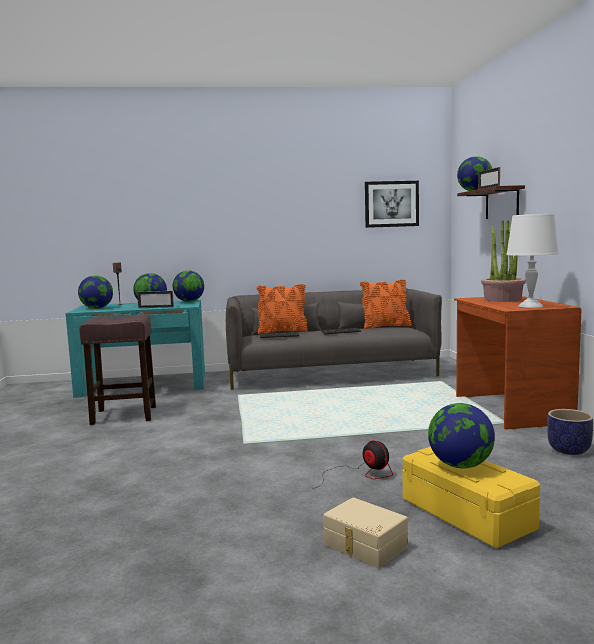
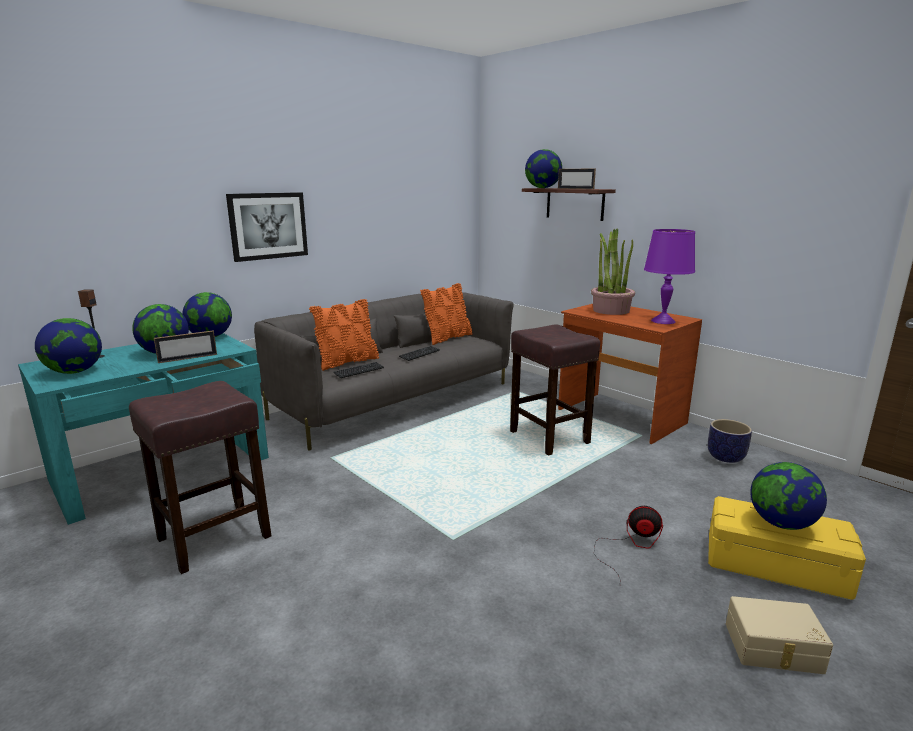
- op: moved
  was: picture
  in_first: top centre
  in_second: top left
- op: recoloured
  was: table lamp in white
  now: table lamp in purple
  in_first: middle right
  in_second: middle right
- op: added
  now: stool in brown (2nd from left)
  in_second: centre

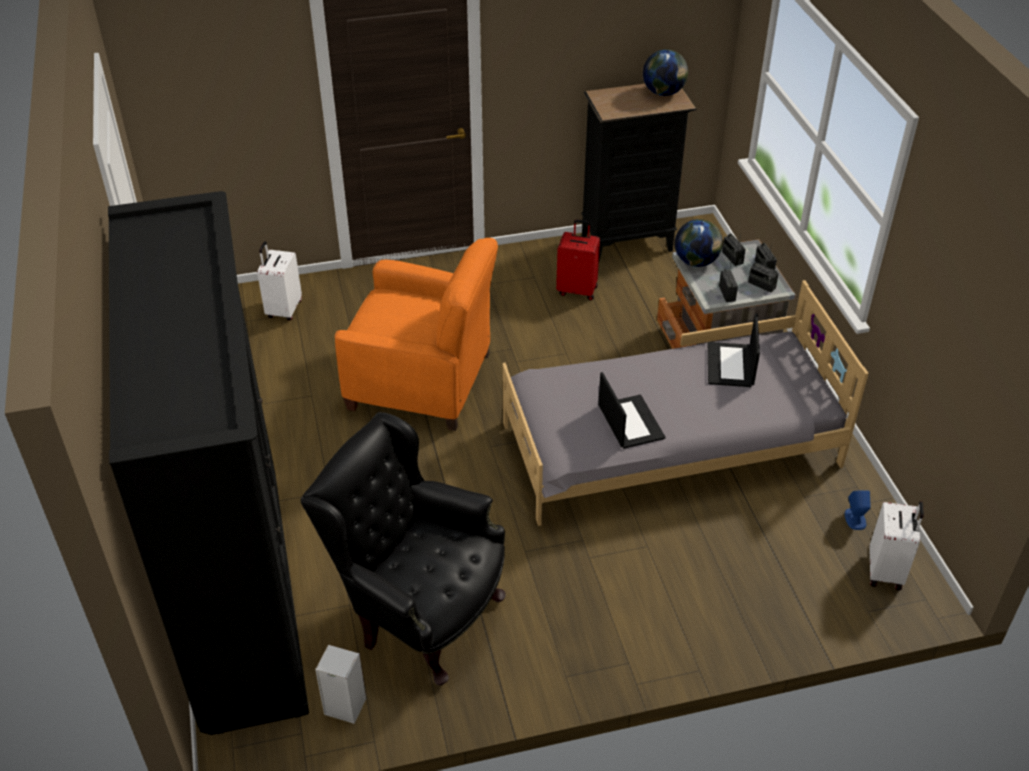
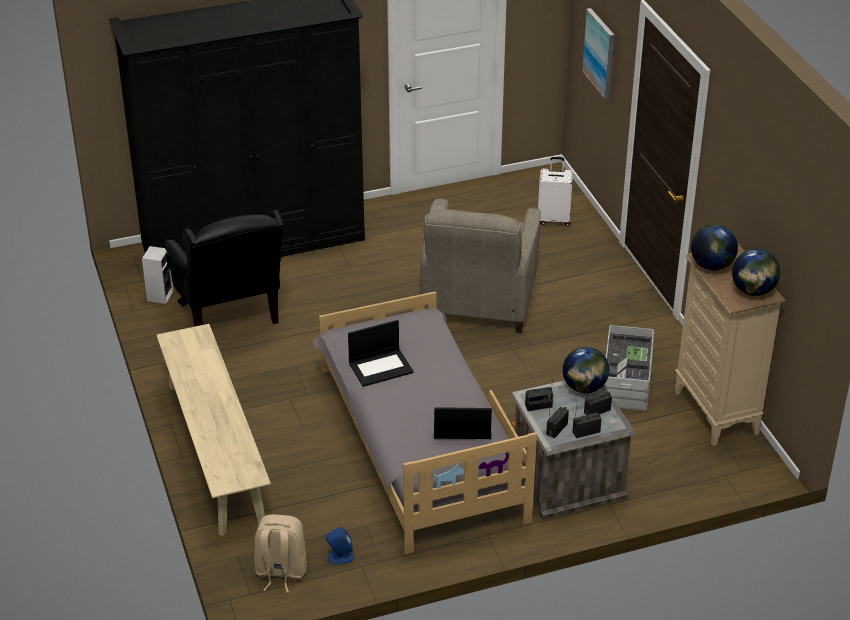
- op: turned
  was: armchair in black
  in_first: bottom centre
  in_second: middle left
  clockwise: 135
- op: recoloured
  was: armchair in orange
  now: armchair in beige
  in_first: centre
  in_second: centre
- op: replaced
  was: suitcase in red
  now: storage box in grey
  in_first: centre
  in_second: middle right
- op: recoloured
  was: dresser in black
  now: dresser in beige
  in_first: top centre
  in_second: middle right
- op: replaced
  was: suitcase in white (2nd from left)
  now: backpack in beige
  in_first: bottom right
  in_second: bottom left
- op: added
  now: bench in beige
  in_second: bottom left
- op: added
  now: picture
  in_second: top right
- op: added
  now: globe (2nd from left)
  in_second: middle right

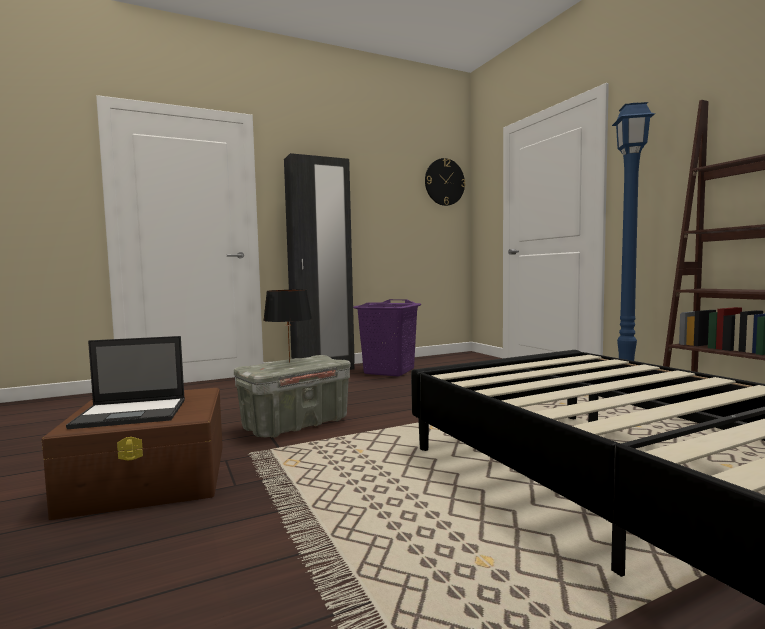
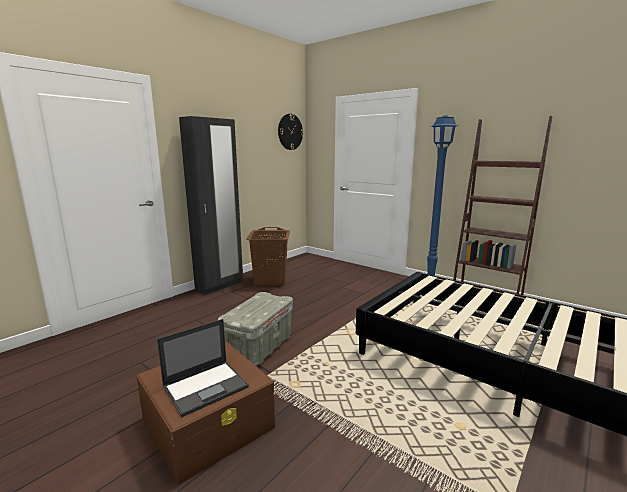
- op: removed
  was: table lamp in black
  in_first: centre
- op: recoloured
  was: laundry basket in purple
  now: laundry basket in brown
  in_first: centre
  in_second: centre

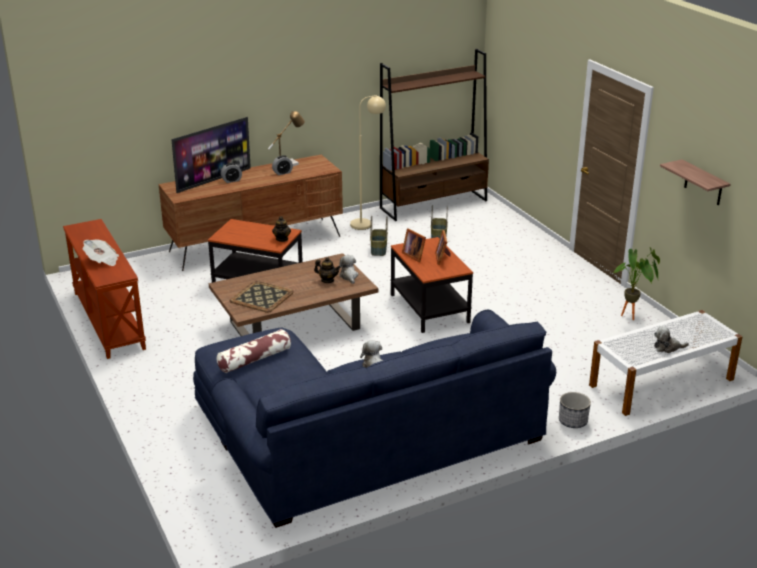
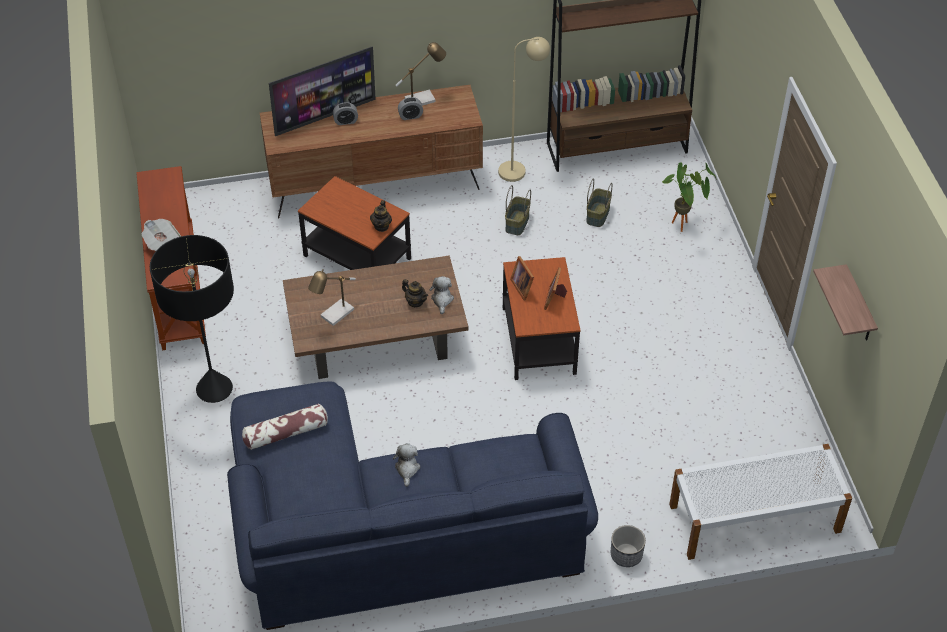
- op: replaced
  was: tray
  now: table lamp (1st from left)
  in_first: centre
  in_second: centre
- op: moved
  was: potted plant
  in_first: middle right
  in_second: top right
- op: removed
  was: plush toy (3rd from left)
  in_first: middle right
- op: added
  now: floor lamp in black
  in_second: middle left

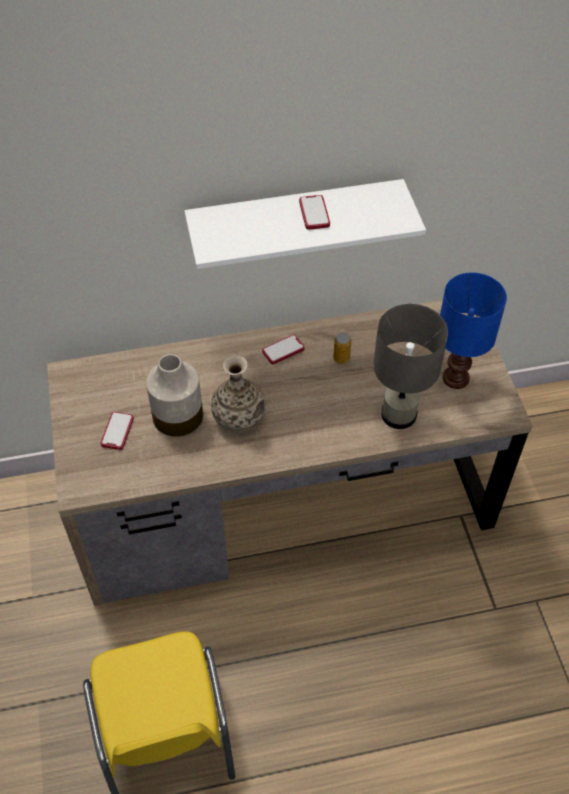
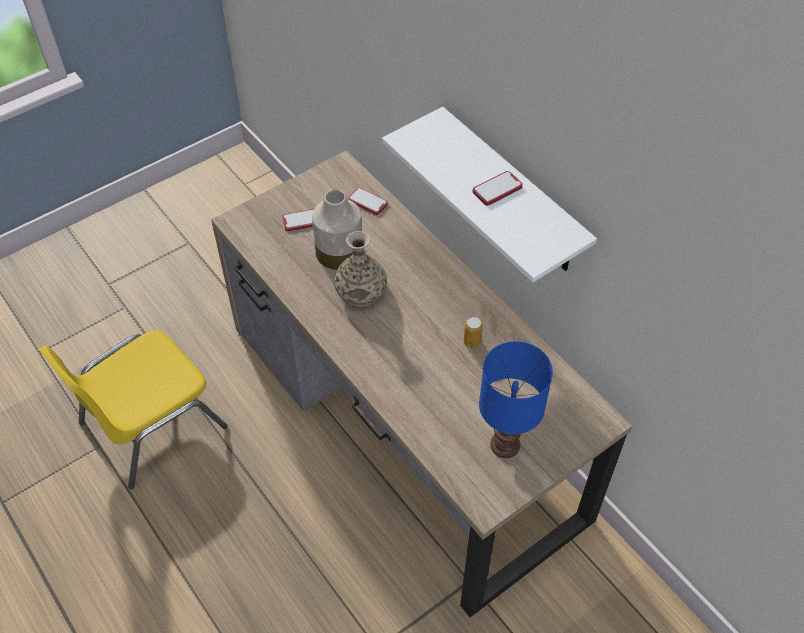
- op: moved
  was: phone (2nd from left)
  in_first: centre
  in_second: top centre
- op: removed
  was: table lamp in grey
  in_first: middle right

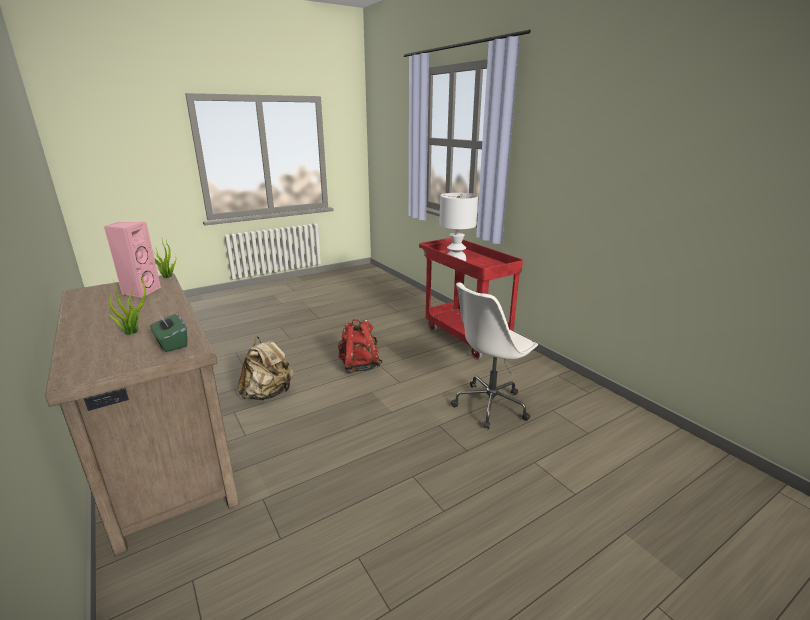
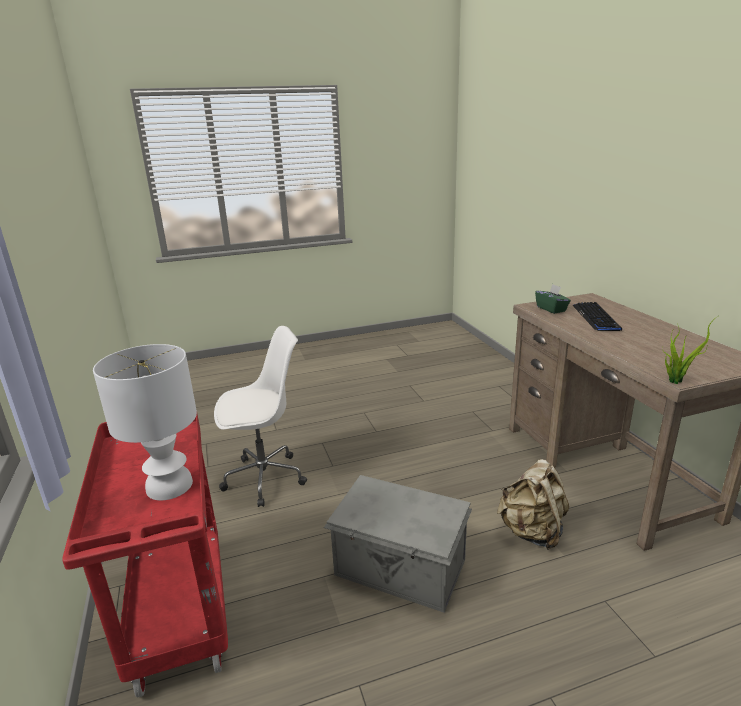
- op: removed
  was: speaker in pink
  in_first: middle left
- op: replaced
  was: potted plant (1st from left)
  now: keyboard
  in_first: middle left
  in_second: middle right
- op: replaced
  was: backpack in red
  now: storage box in grey
  in_first: centre
  in_second: bottom centre

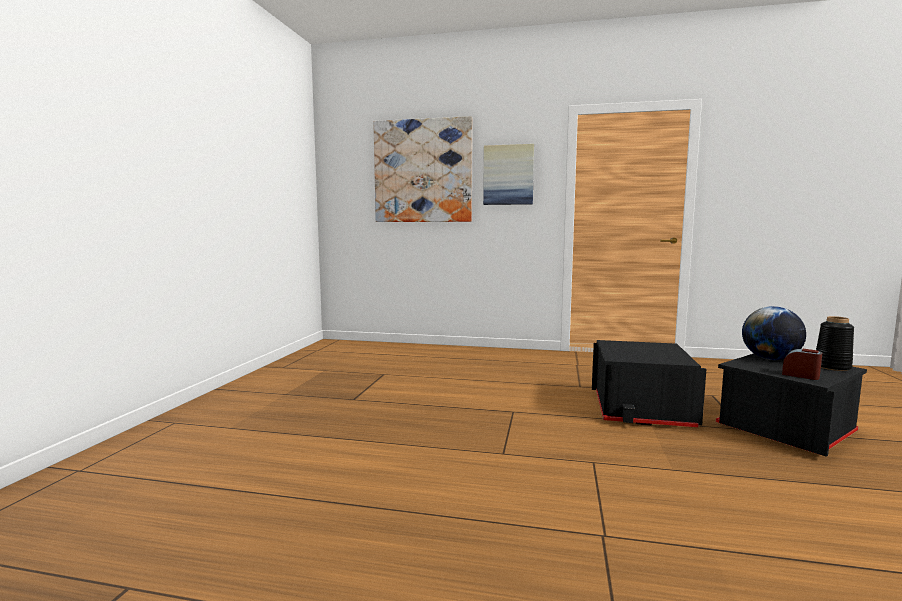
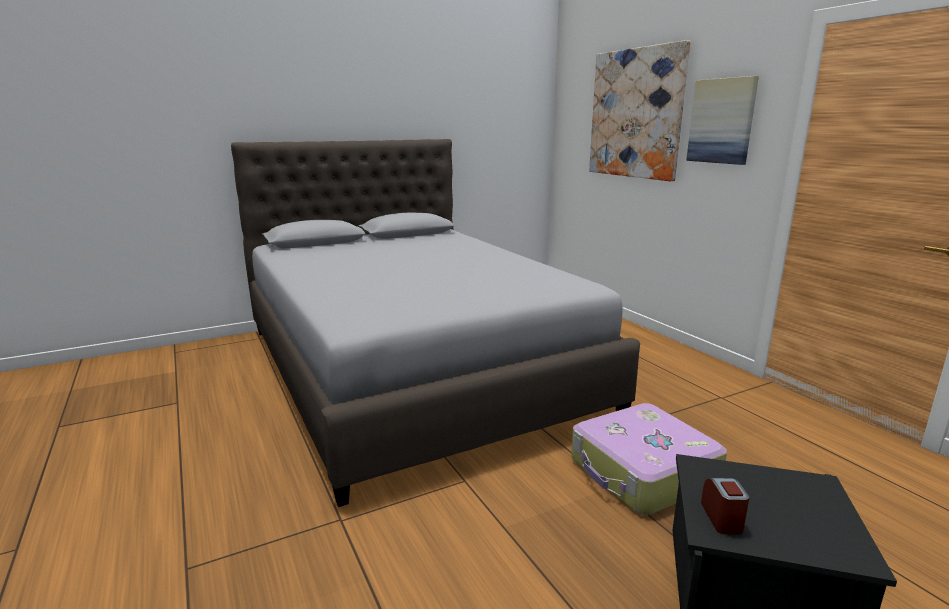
- op: replaced
  was: storage box in black (1st from left)
  now: suitcase
  in_first: middle right
  in_second: bottom right
- op: removed
  was: globe
  in_first: middle right
- op: removed
  was: vase in black
  in_first: middle right
- op: added
  now: bed in grey
  in_second: centre

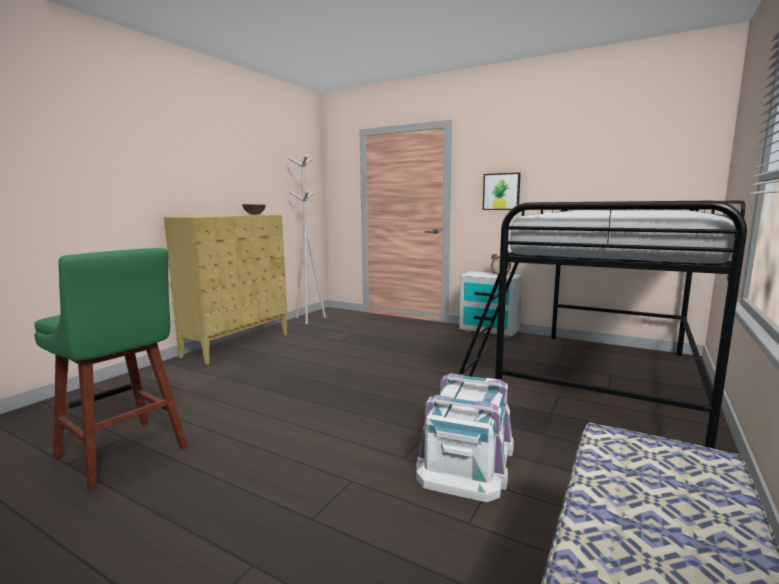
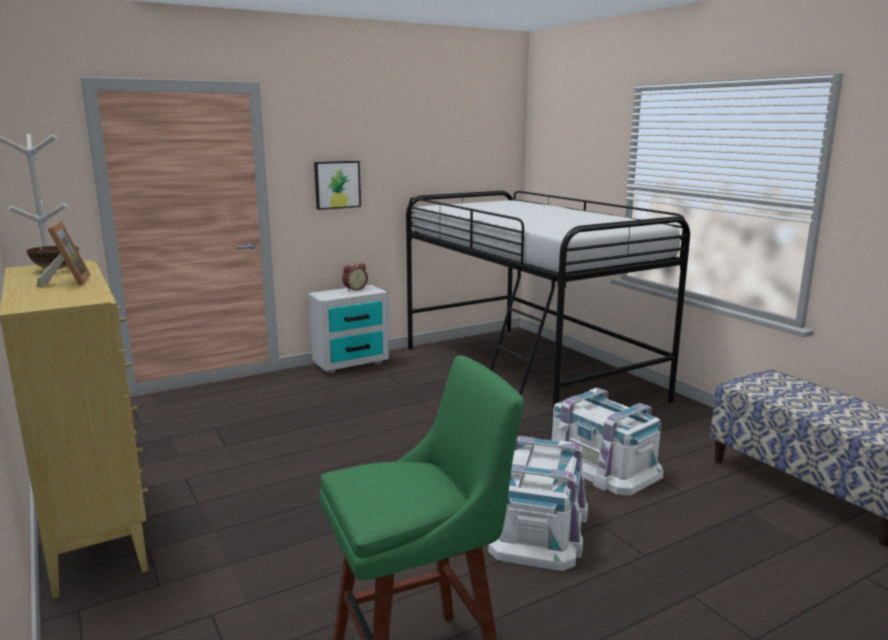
- op: added
  now: picture frame
  in_second: middle left
- op: added
  now: storage box in white (1st from left)
  in_second: bottom centre

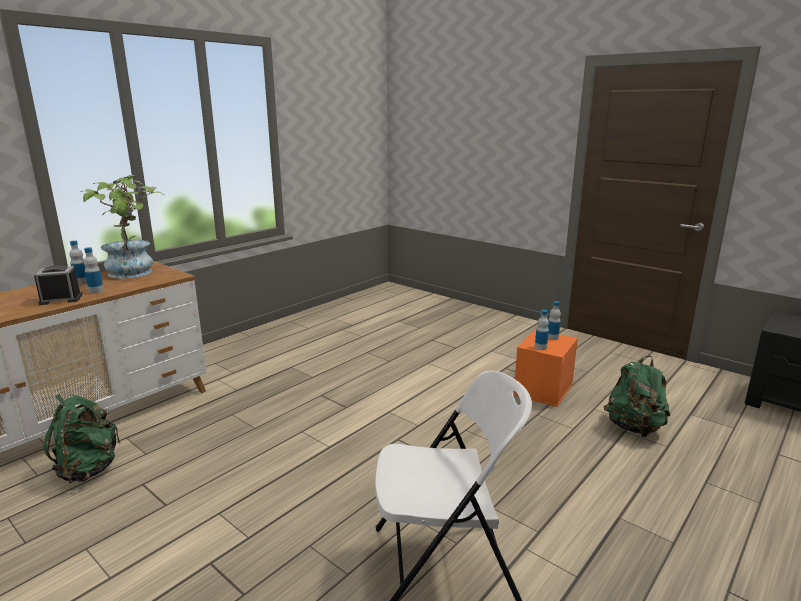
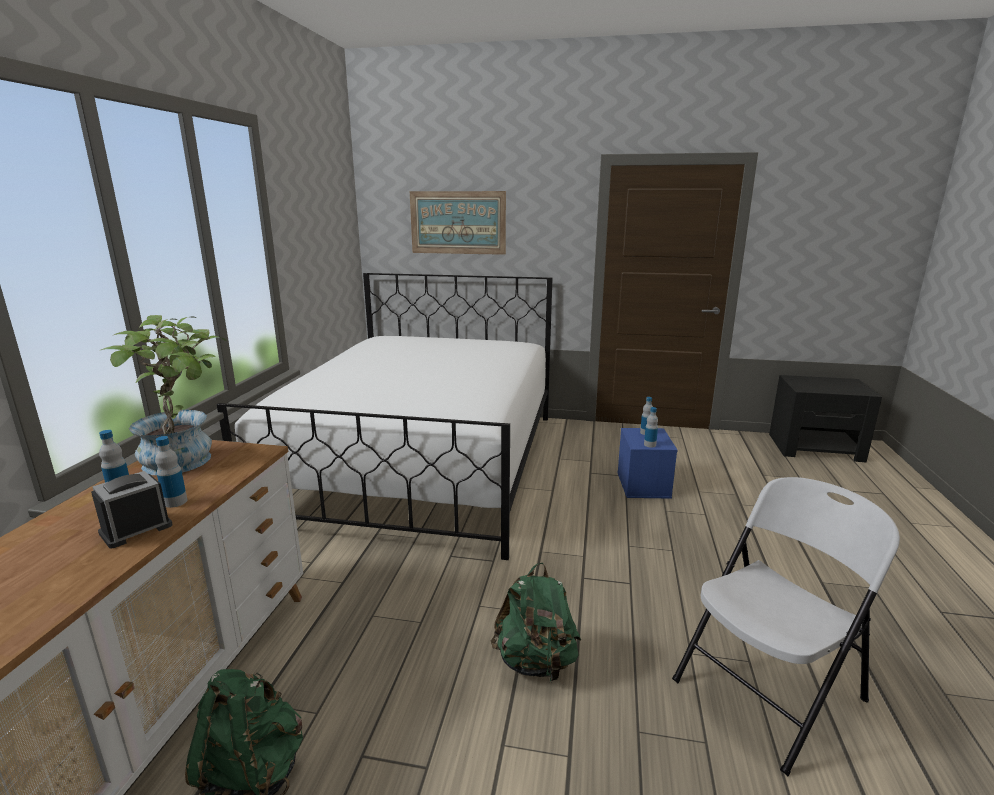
- op: recoloured
  was: storage box in orange
  now: storage box in blue
  in_first: middle right
  in_second: centre
- op: moved
  was: backpack in green (2nd from left)
  in_first: middle right
  in_second: bottom centre
- op: added
  now: bed in white
  in_second: centre
- op: added
  now: picture
  in_second: top centre

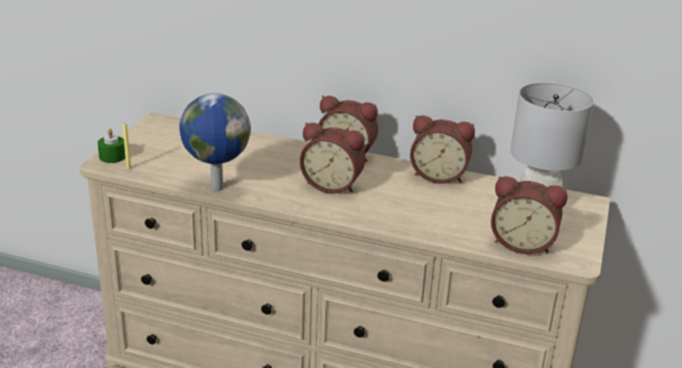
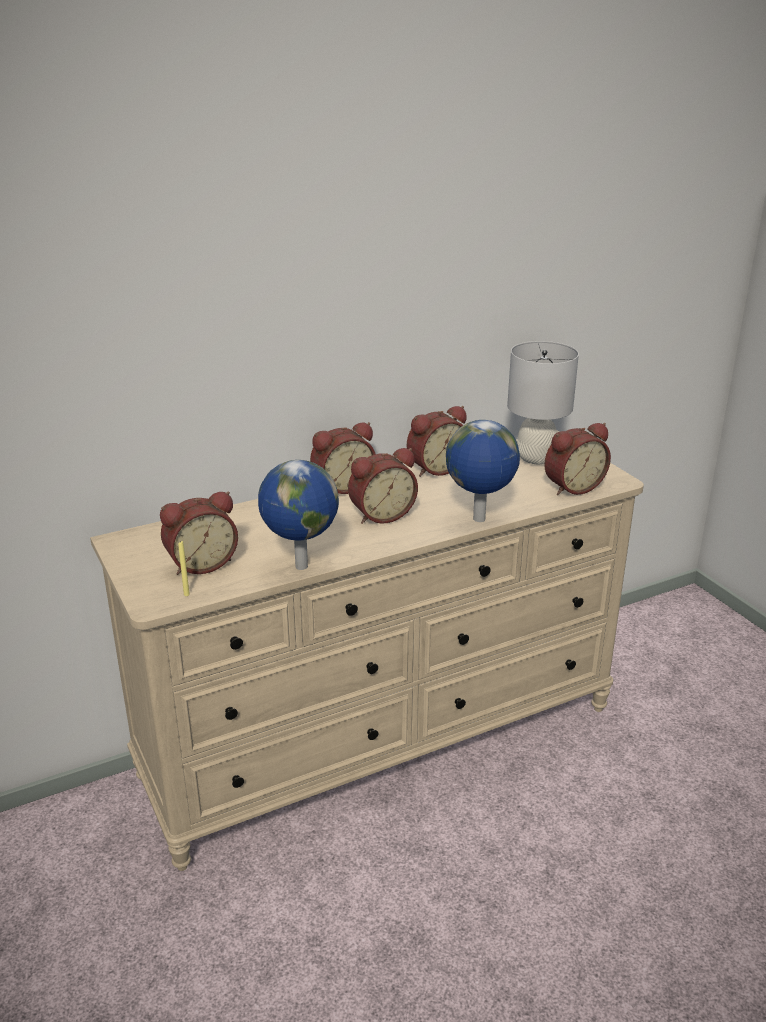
- op: removed
  was: candle in green
  in_first: middle left
- op: added
  now: alarm clock (1st from left)
  in_second: middle left
- op: added
  now: globe (2nd from left)
  in_second: centre

